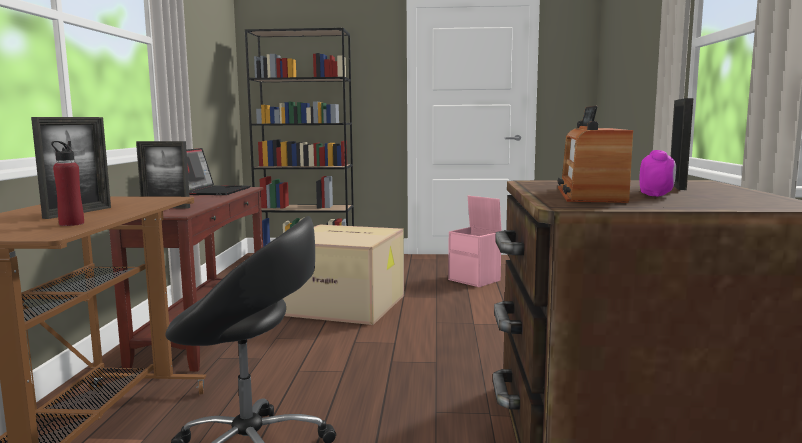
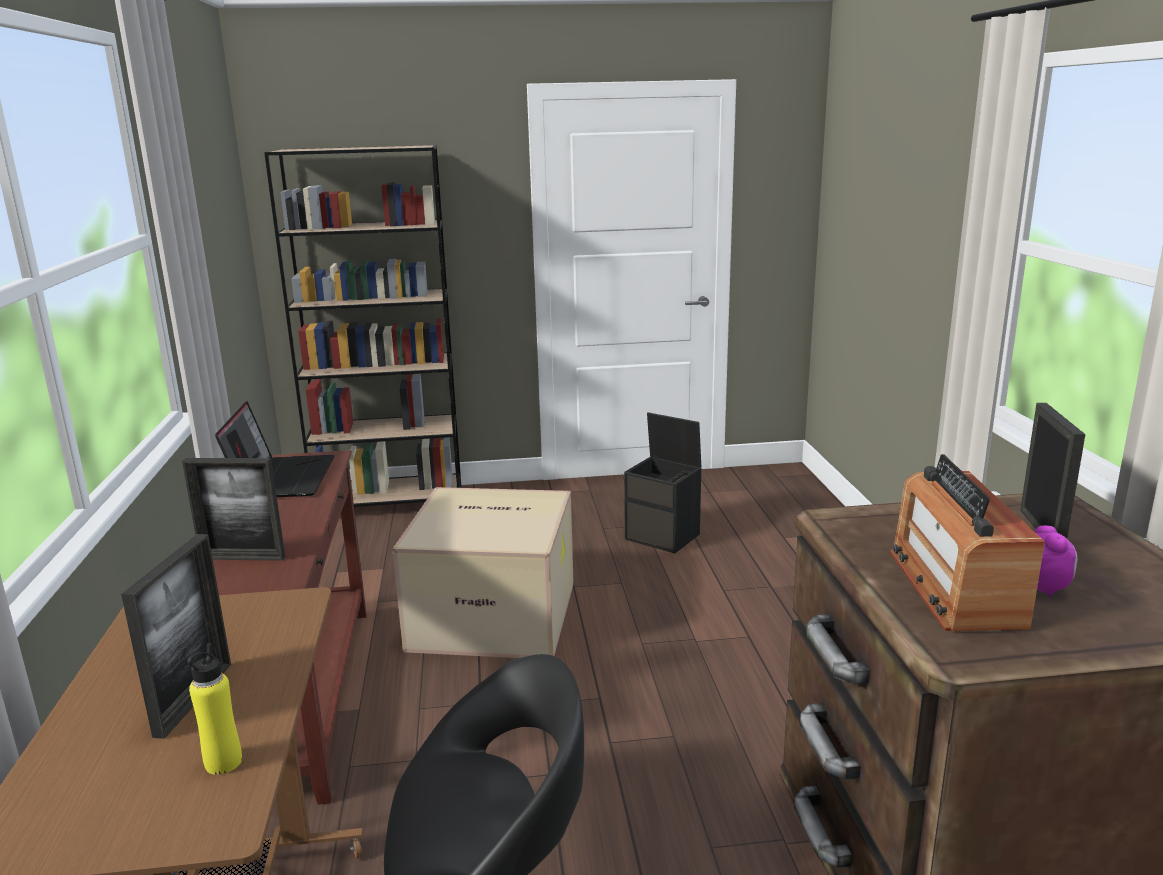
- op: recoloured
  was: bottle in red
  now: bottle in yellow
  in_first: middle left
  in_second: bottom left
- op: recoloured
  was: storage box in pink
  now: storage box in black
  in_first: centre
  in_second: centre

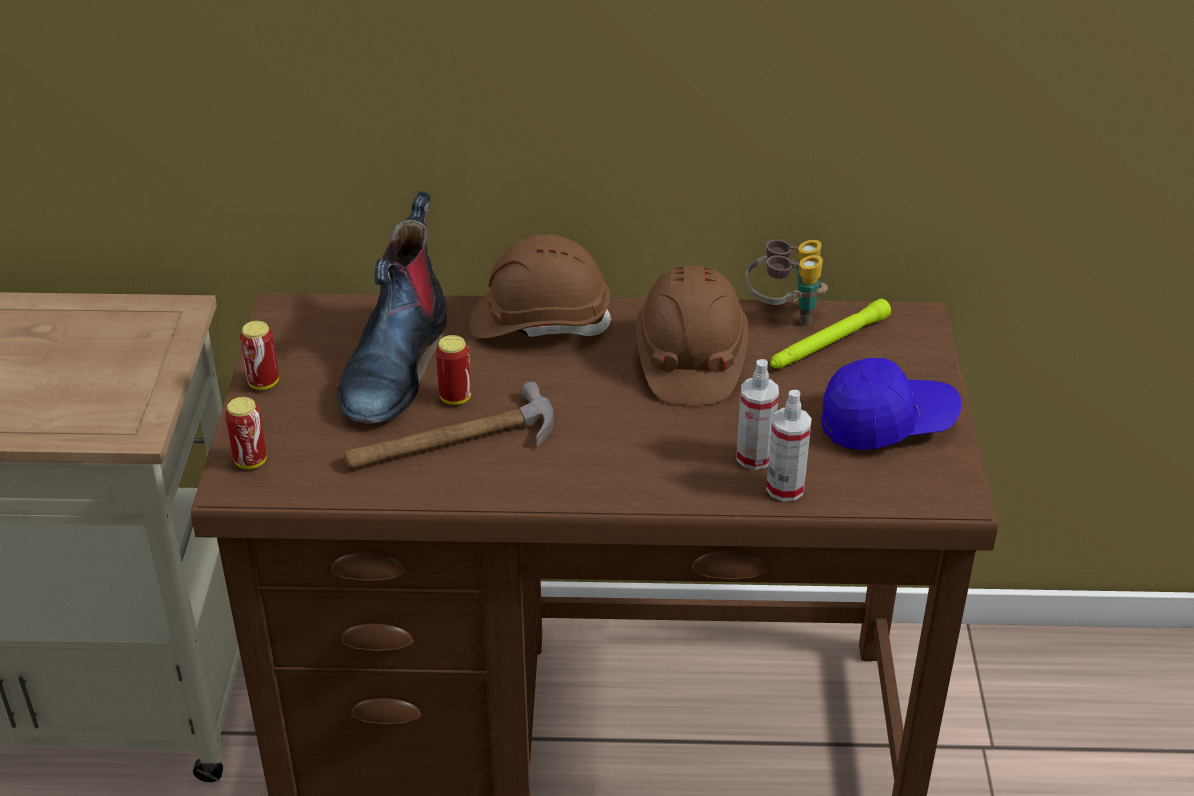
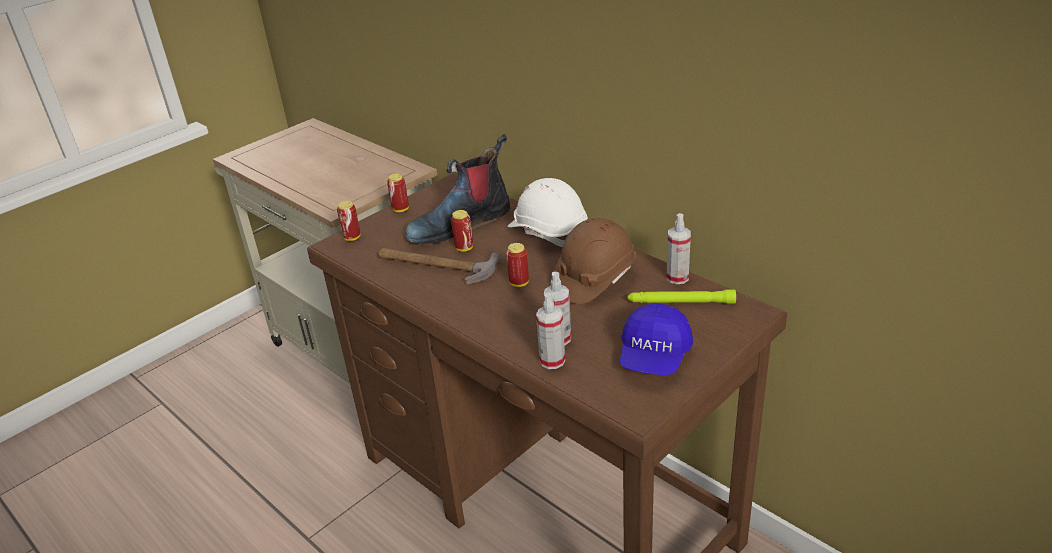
- op: recoloured
  was: hard hat in brown (1st from left)
  now: hard hat in white
  in_first: centre
  in_second: centre
- op: replaced
  was: binoculars
  now: spray bottle (3rd from left)
  in_first: centre
  in_second: centre
- op: turned
  was: cap in blue
  in_first: middle right
  in_second: centre
  clockwise: 75
- op: added
  now: can (4th from left)
  in_second: centre

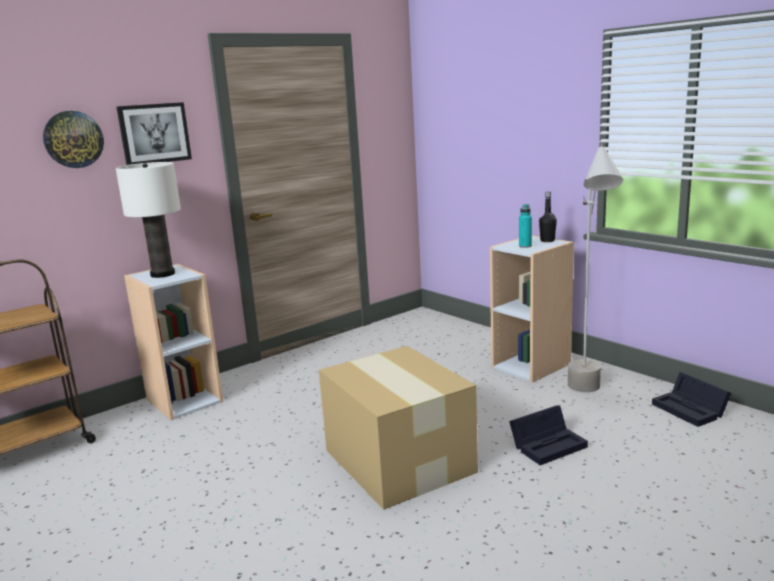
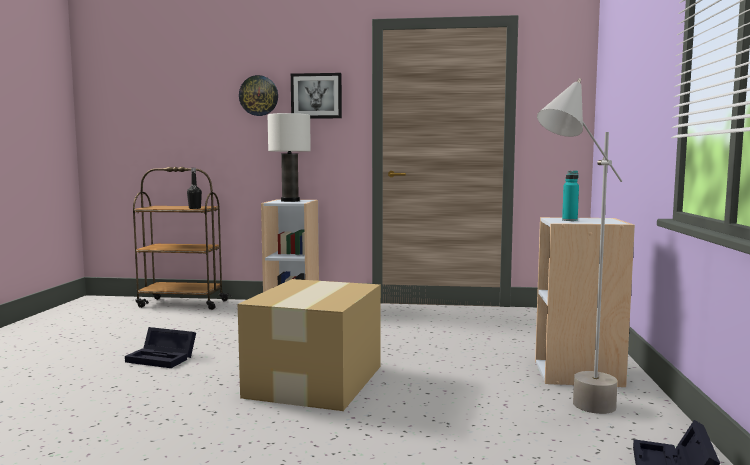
- op: moved
  was: storage box in black (1st from left)
  in_first: bottom right
  in_second: bottom left
- op: moved
  was: bottle in black
  in_first: middle right
  in_second: middle left

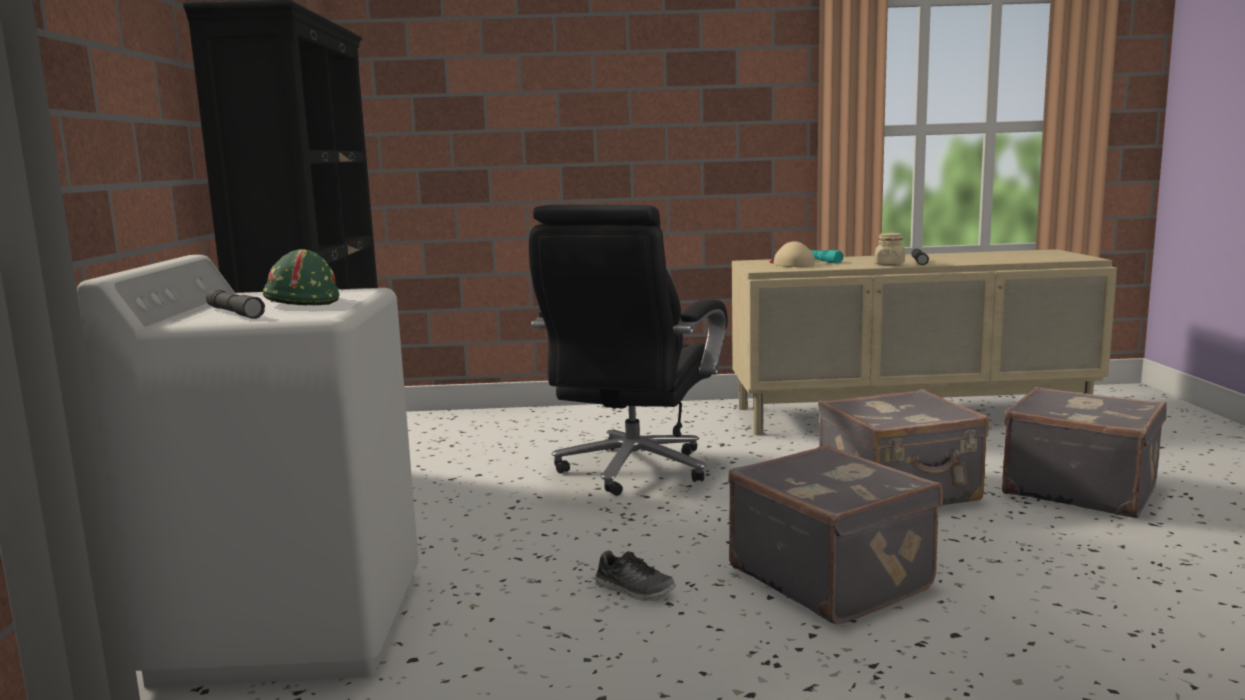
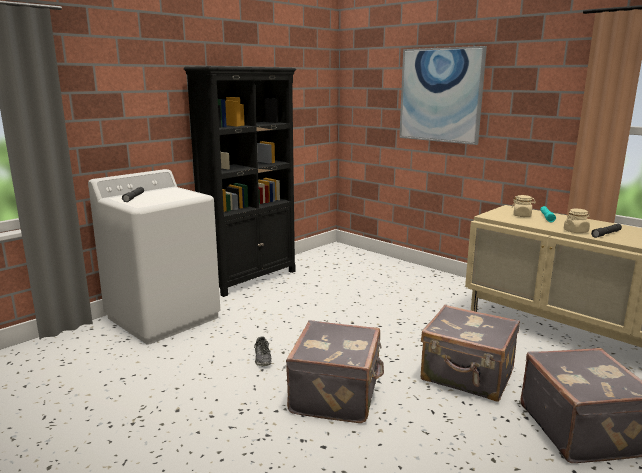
- op: removed
  was: hard hat in green
  in_first: middle left
- op: removed
  was: office chair in black
  in_first: centre
- op: replaced
  was: cap in beige
  now: jar in beige (1st from left)
  in_first: centre
  in_second: middle right
- op: added
  now: picture
  in_second: top right

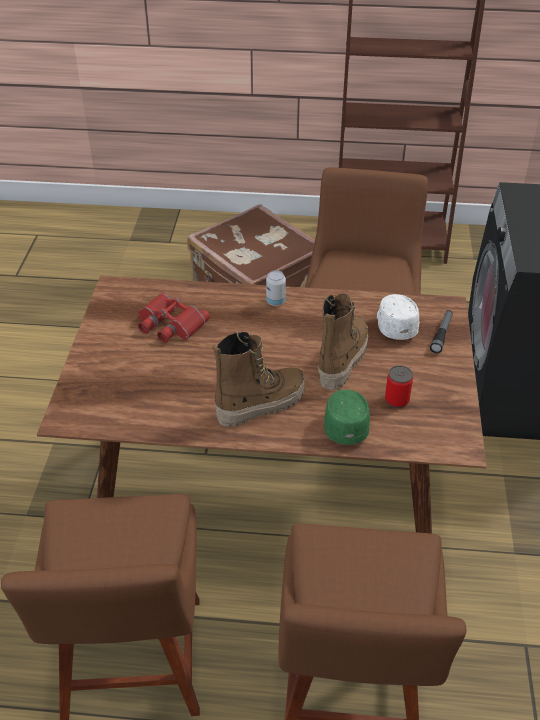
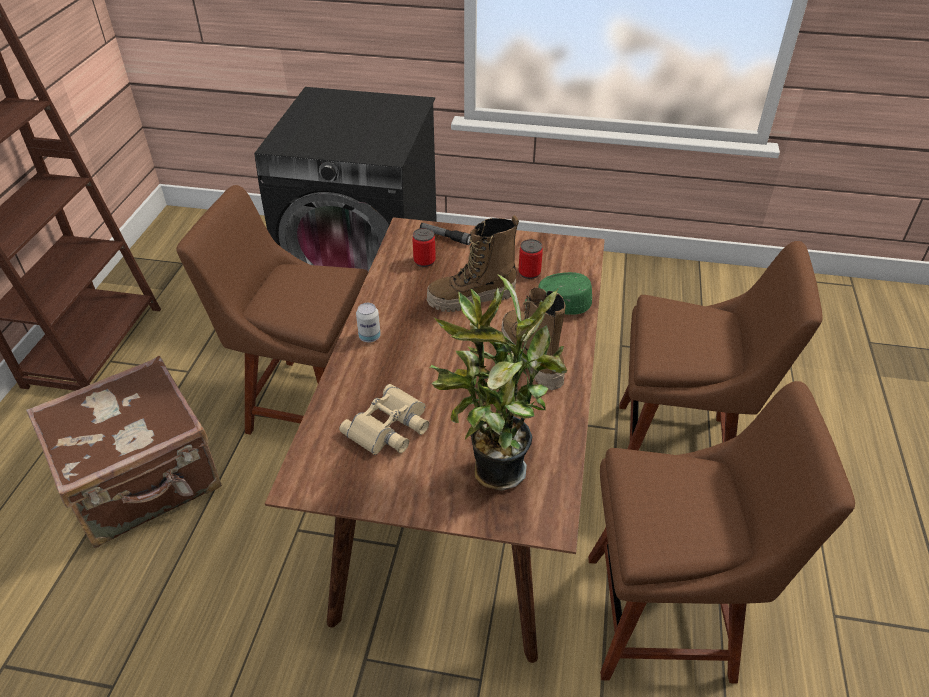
- op: recoloured
  was: binoculars in red
  now: binoculars in beige
  in_first: middle left
  in_second: centre
- op: turned
  was: boot (2nd from left in the first image)
  in_first: centre
  in_second: centre
  clockwise: -45
- op: replaced
  was: cap in white
  now: can (2nd from left)
  in_first: middle right
  in_second: centre
- op: added
  now: potted plant
  in_second: centre

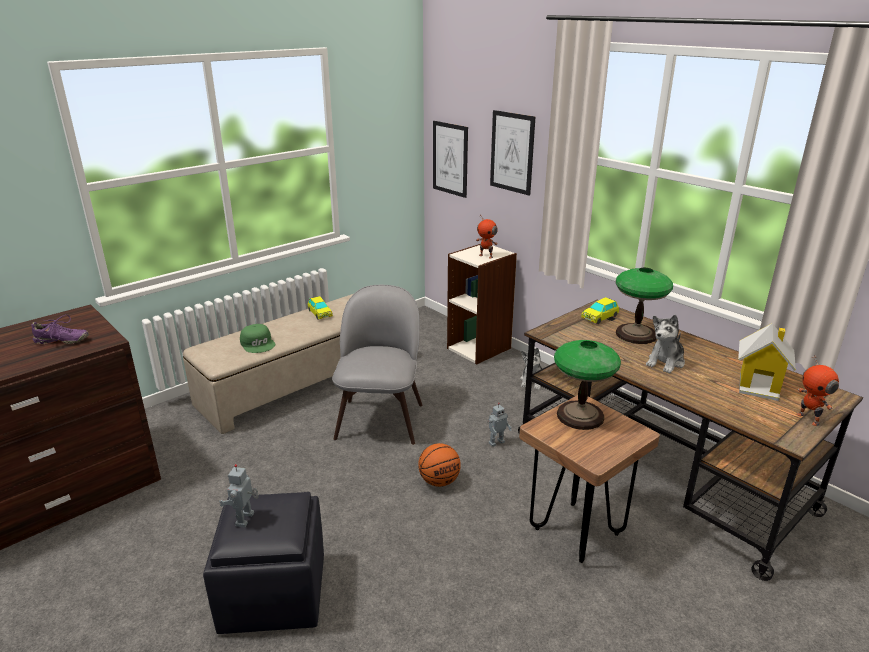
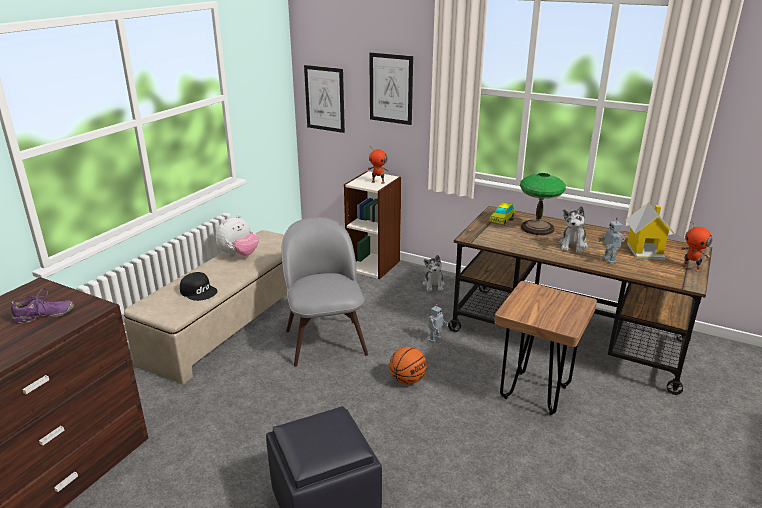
- op: moved
  was: toy robot (1st from left in the first image)
  now: toy robot (3rd from left)
  in_first: bottom left
  in_second: middle right
- op: recoloured
  was: cap in green
  now: cap in black
  in_first: middle left
  in_second: middle left
- op: replaced
  was: toy car (1st from left)
  now: plush toy (1st from left)
  in_first: centre
  in_second: middle left
- op: removed
  was: table lamp (1st from left)
  in_first: middle right

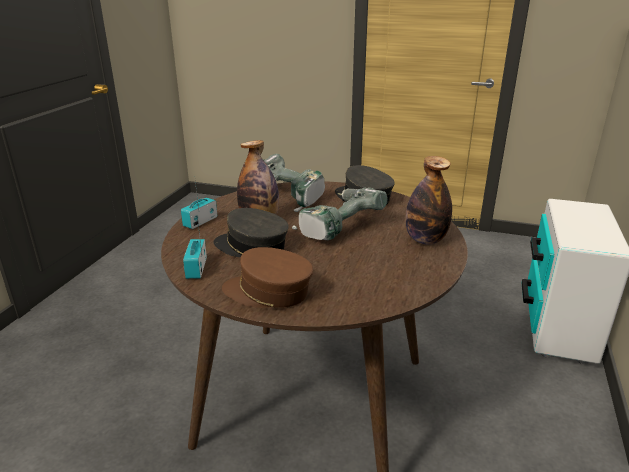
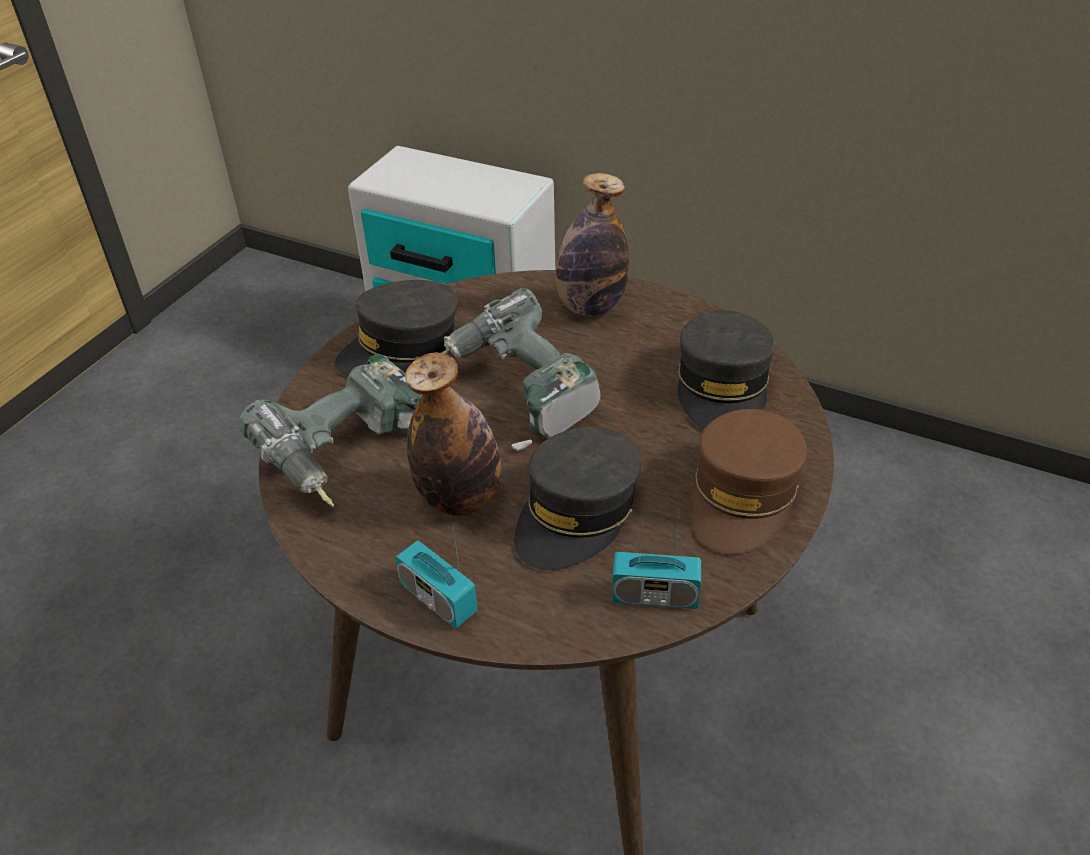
- op: added
  now: cap in grey (3rd from left)
  in_second: centre

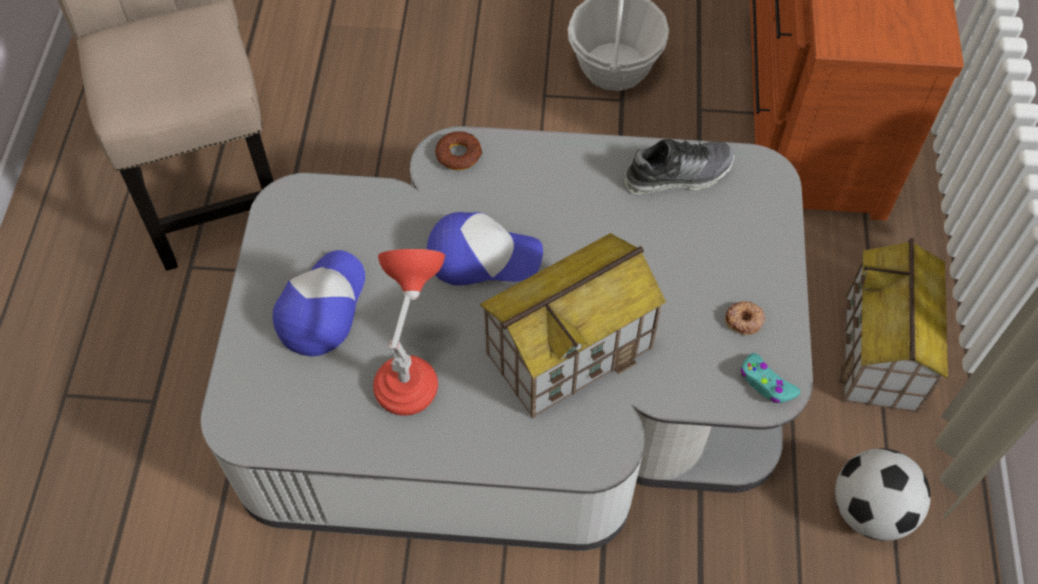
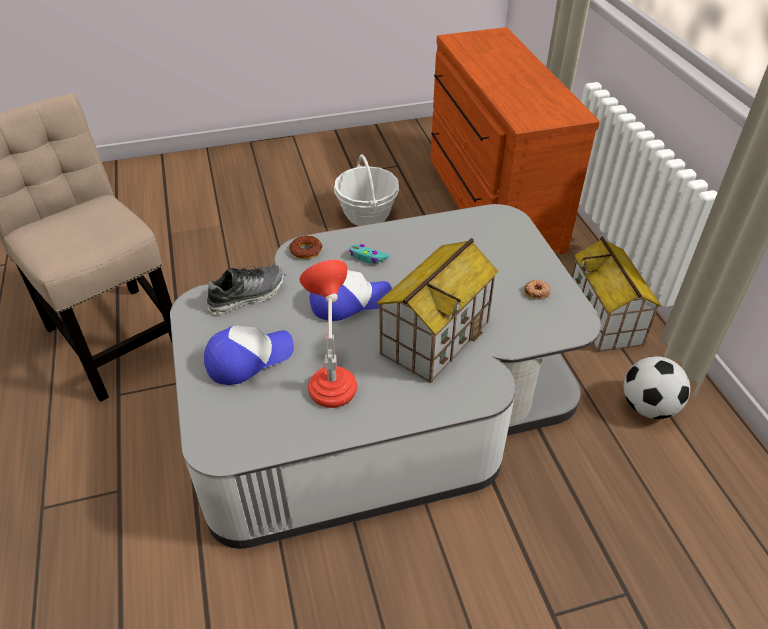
- op: turned
  was: cap (1st from left)
  in_first: middle left
  in_second: middle left
  clockwise: 60
- op: moved
  was: shoe
  in_first: top centre
  in_second: middle left
- op: moved
  was: game controller in turquoise
  in_first: middle right
  in_second: centre

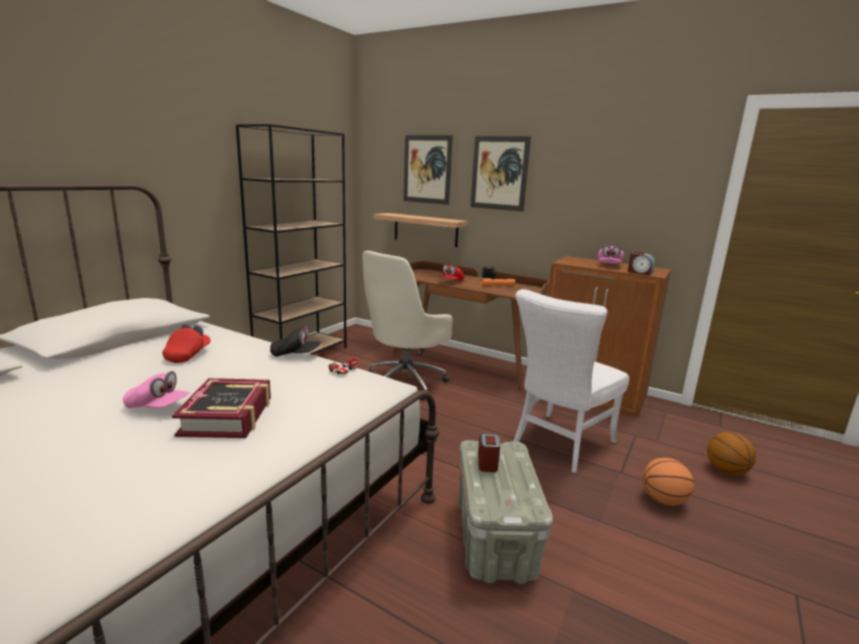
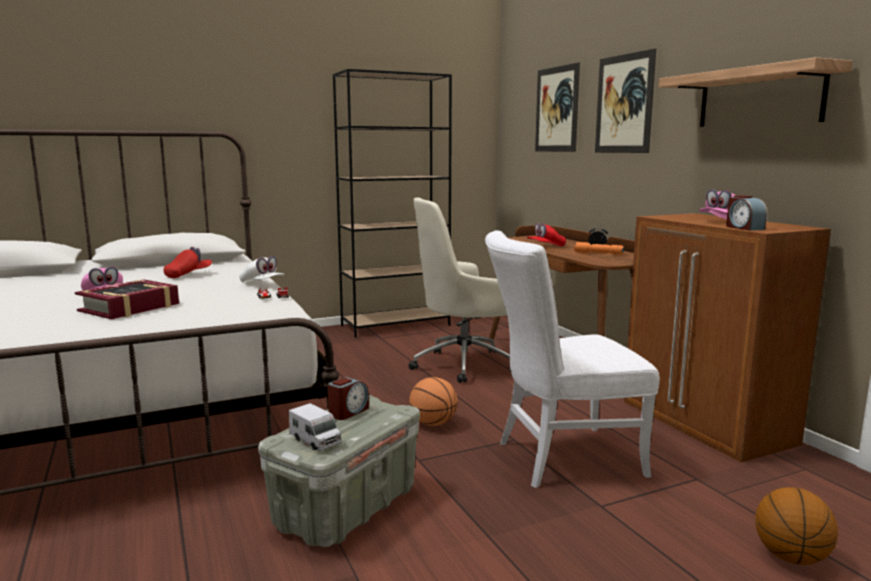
- op: recoloured
  was: cap in black
  now: cap in white
  in_first: centre
  in_second: middle left
- op: moved
  was: shelf
  in_first: centre
  in_second: top right
- op: moved
  was: basketball (1st from left)
  in_first: bottom right
  in_second: bottom centre
- op: added
  now: toy truck
  in_second: bottom centre

